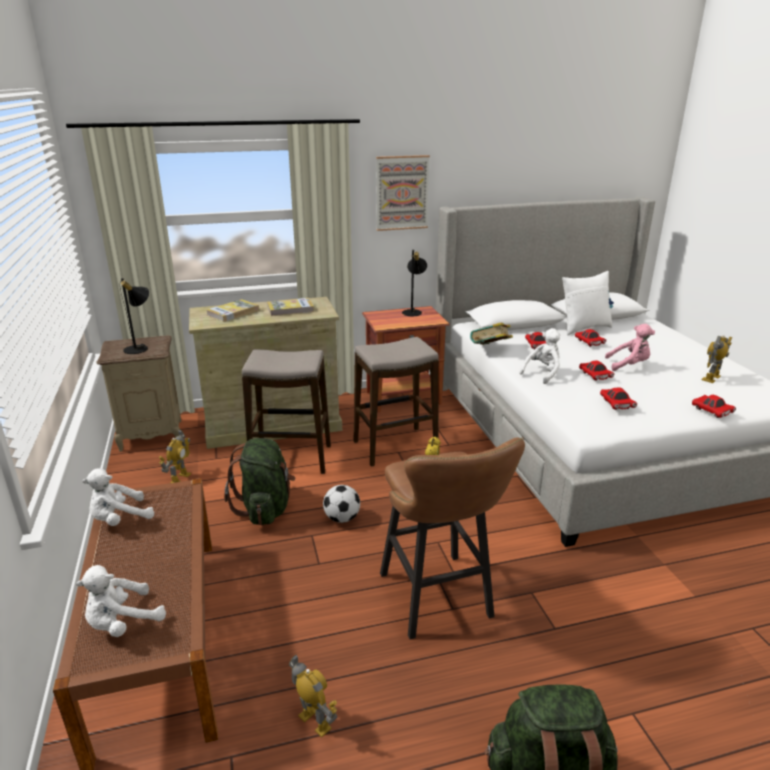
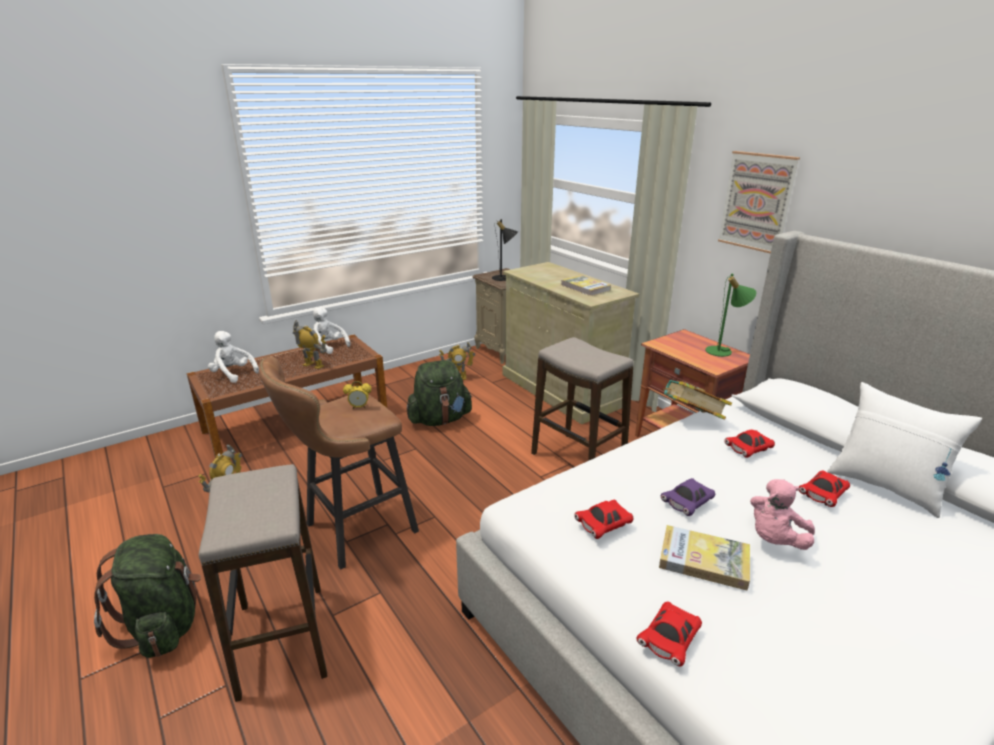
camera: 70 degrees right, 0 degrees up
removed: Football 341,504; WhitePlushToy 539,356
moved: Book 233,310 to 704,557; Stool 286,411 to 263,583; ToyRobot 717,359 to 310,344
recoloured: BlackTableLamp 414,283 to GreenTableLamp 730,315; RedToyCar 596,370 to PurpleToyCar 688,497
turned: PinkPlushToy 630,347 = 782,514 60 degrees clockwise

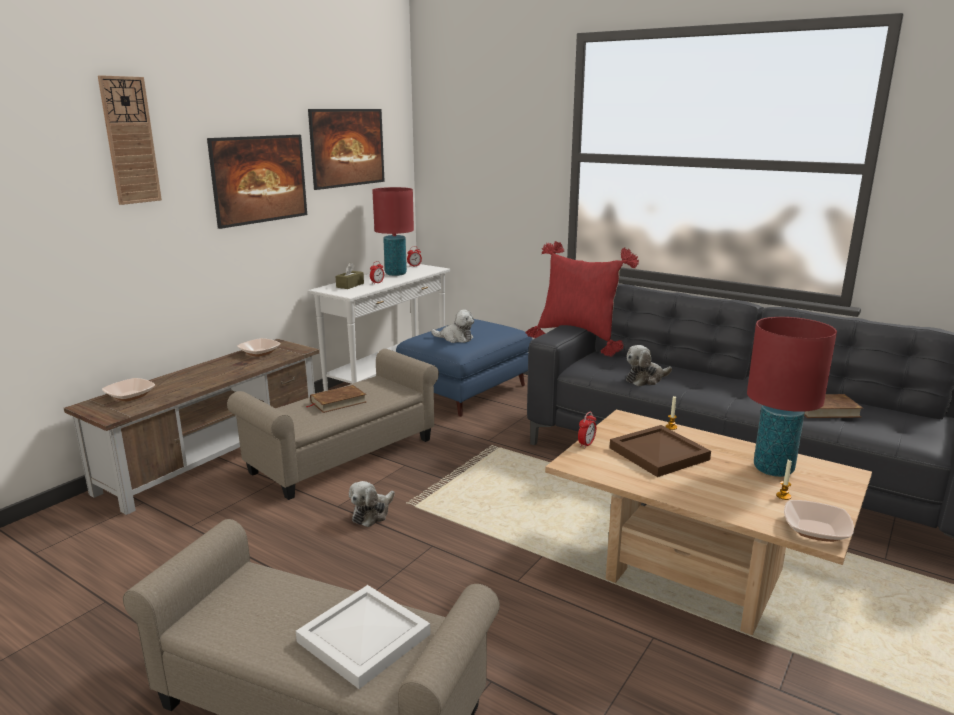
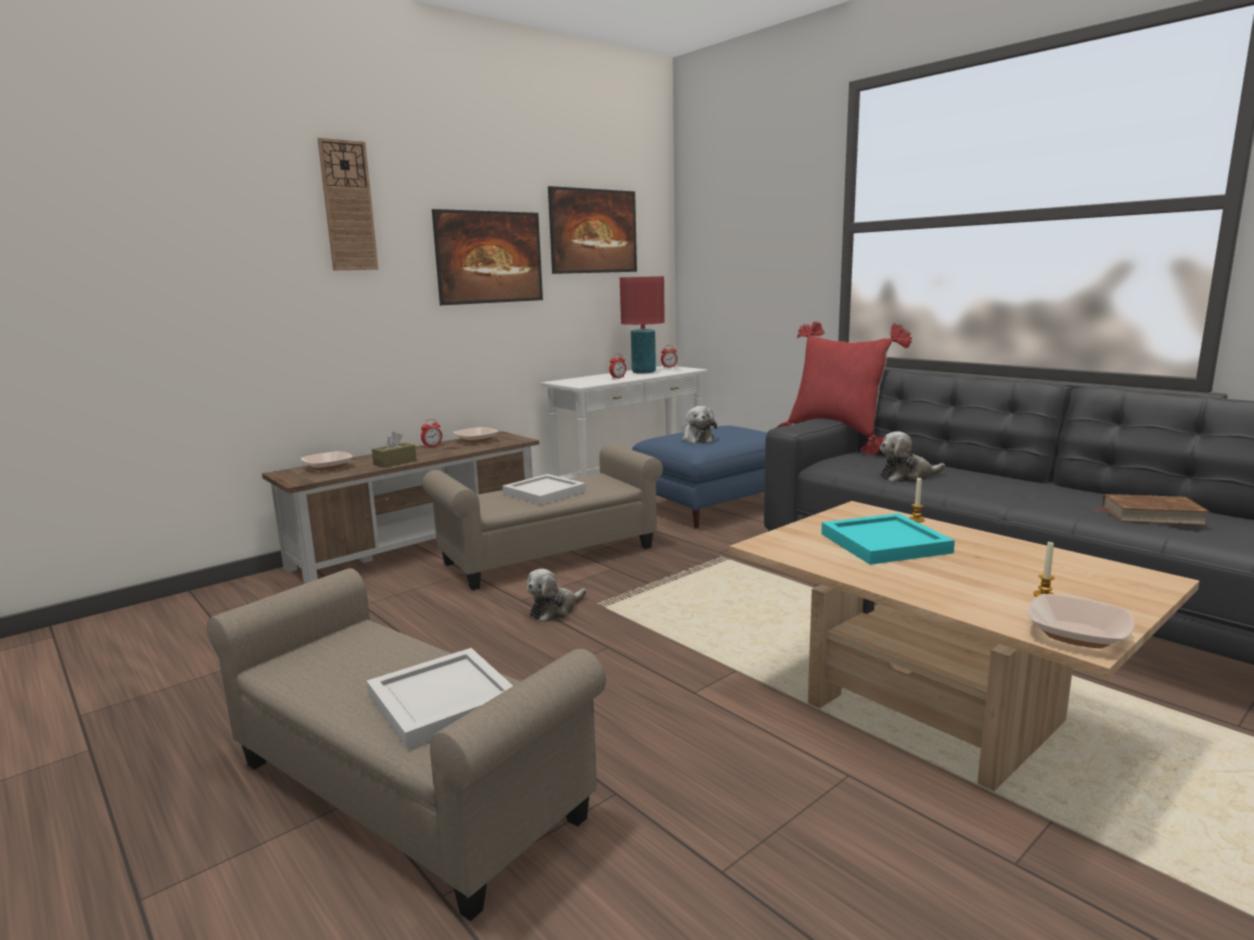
camera: 15 degrees right, 5 degrees down
removed: RedTableLamp 792,397
moved: BrownTissueBox 349,276 to 394,450; AlarmClock 587,430 to 431,433
replaced: BrownBook 335,399 to WhiteTray 544,489
recoloured: BrownTray 660,451 to TurquoiseTray 888,539
turned: PlushToy 452,326 = 699,424 45 degrees clockwise

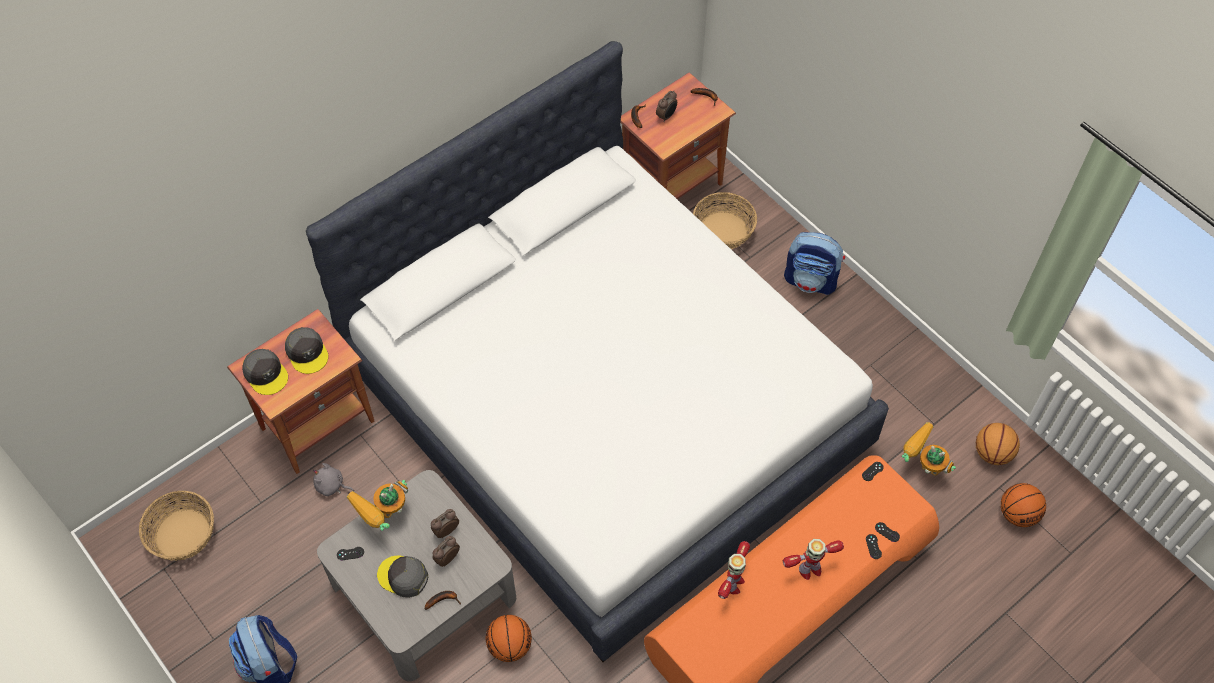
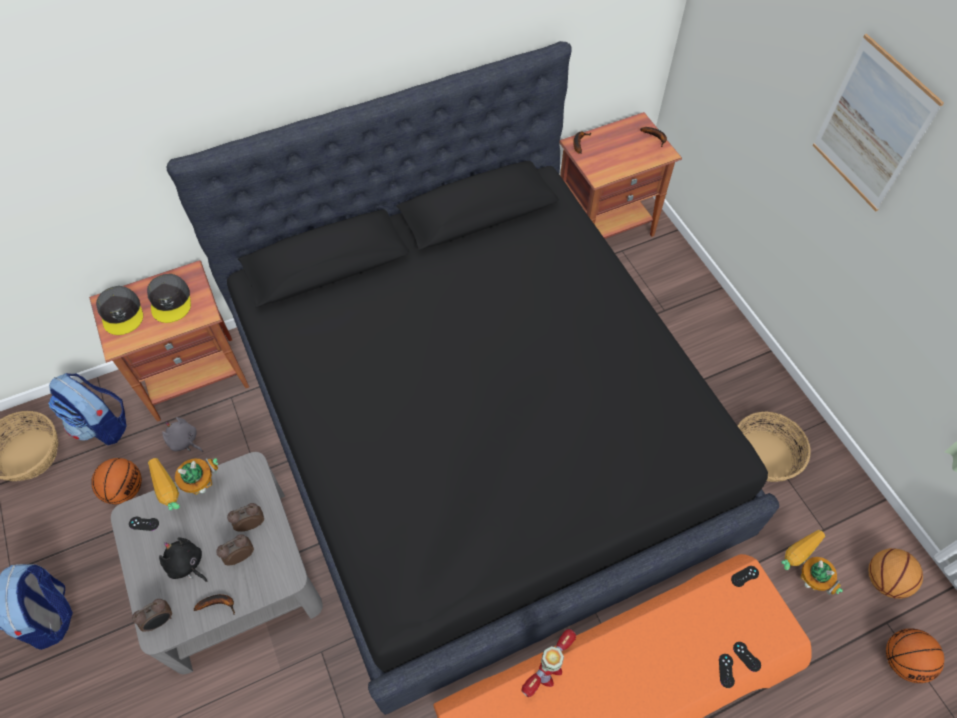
camera: 15 degrees right, 0 degrees up
removed: ToyRobot 813,559
added: Picture 878,122
moved: Basketball 509,638 to 116,481; AlarmClock 666,106 to 152,615; Basket 725,220 to 774,446; Backpack 814,263 to 87,409
replaced: GreyCap 402,577 to BlackPlushToy 183,559
recoloured: WhiteBed 597,351 to BlackBed 473,378

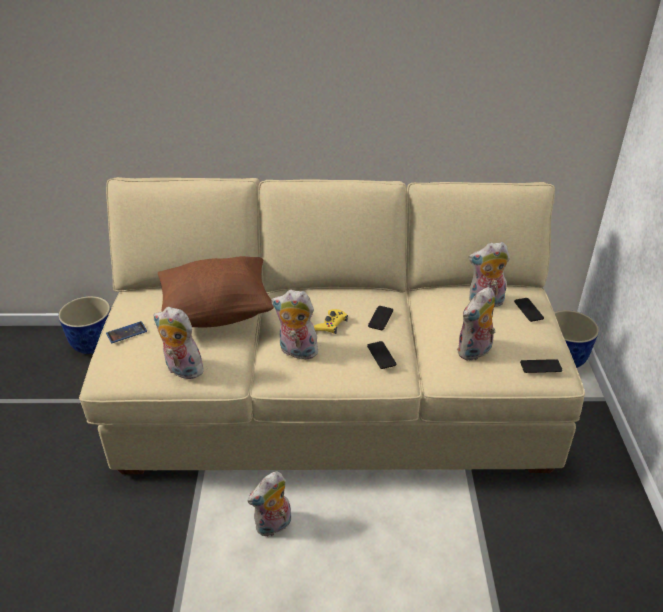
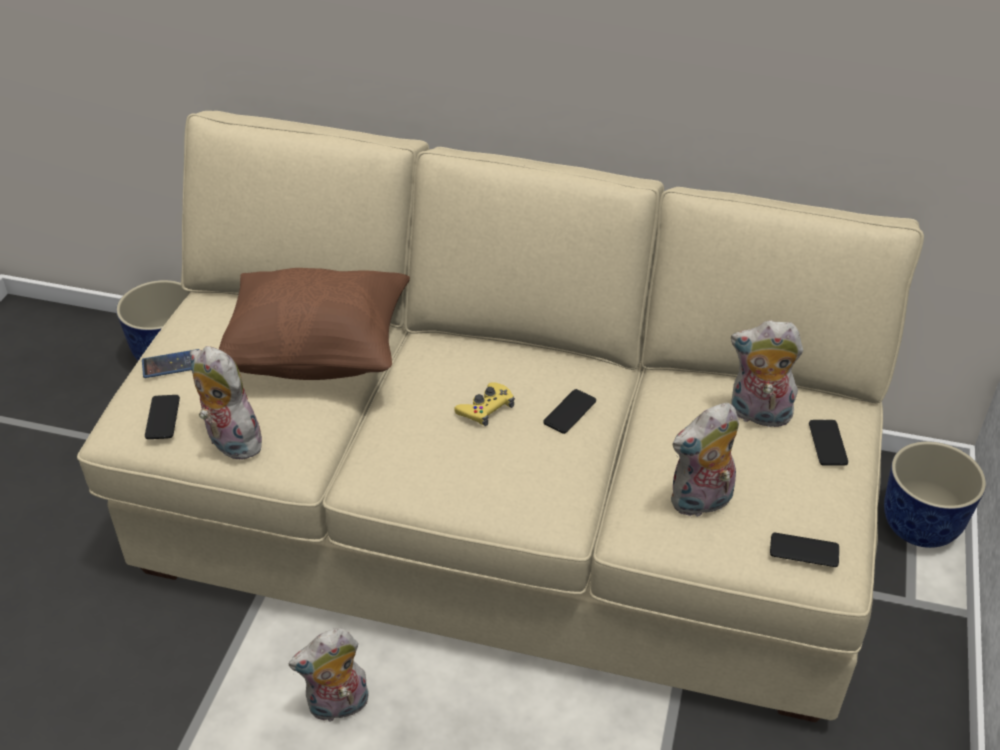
camera: 15 degrees right, 5 degrees up
removed: PlushToy 294,325
moved: Phone 381,355 to 162,417

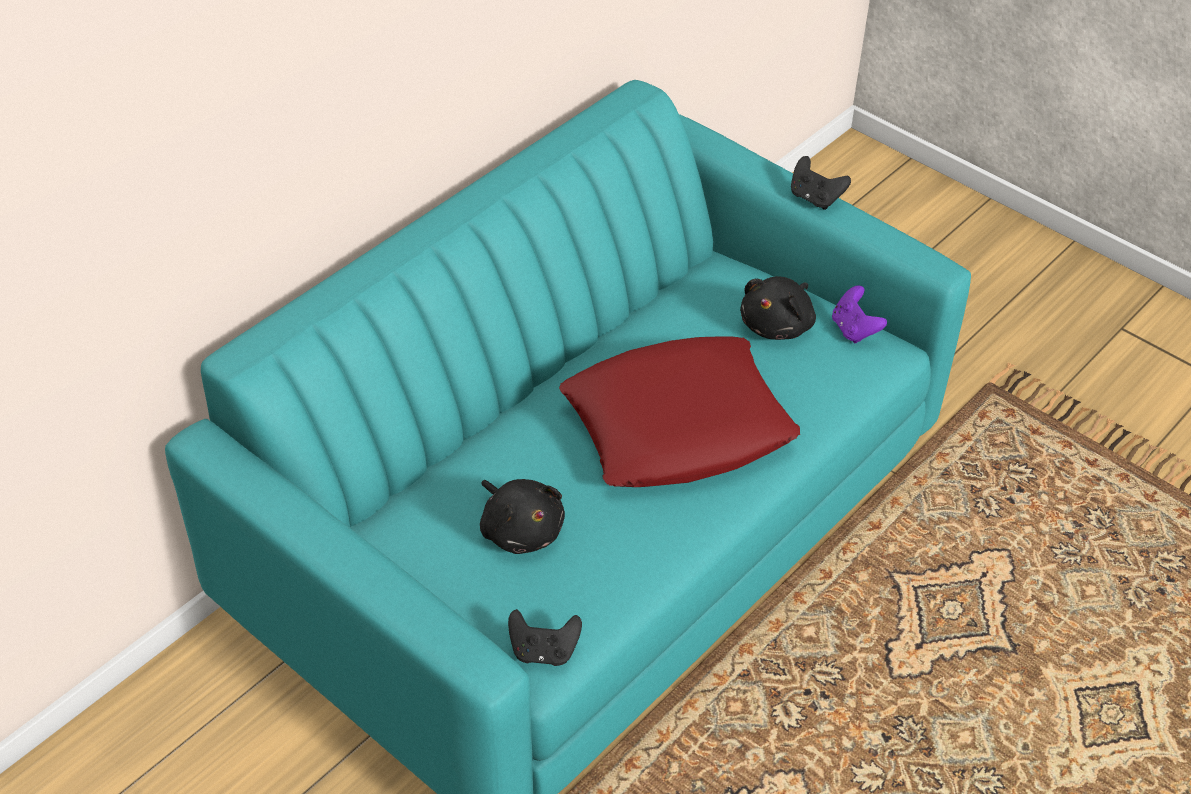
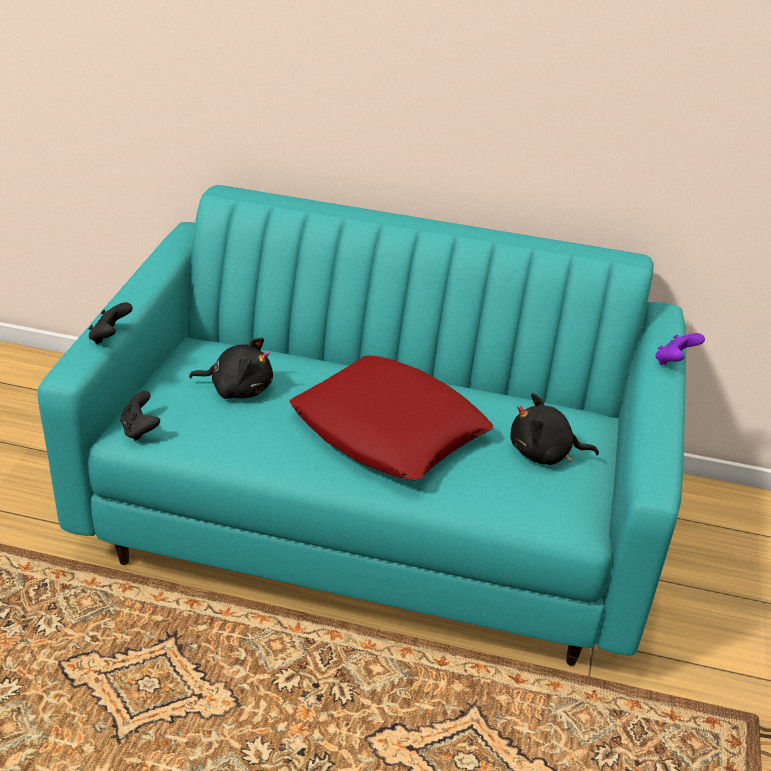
camera: 60 degrees right, 10 degrees down
moved: BlackGameController 821,183 to 110,323; PurpleGameController 859,314 to 680,349
turned: BlackPlushToy 522,516 = 231,368 105 degrees counterclockwise

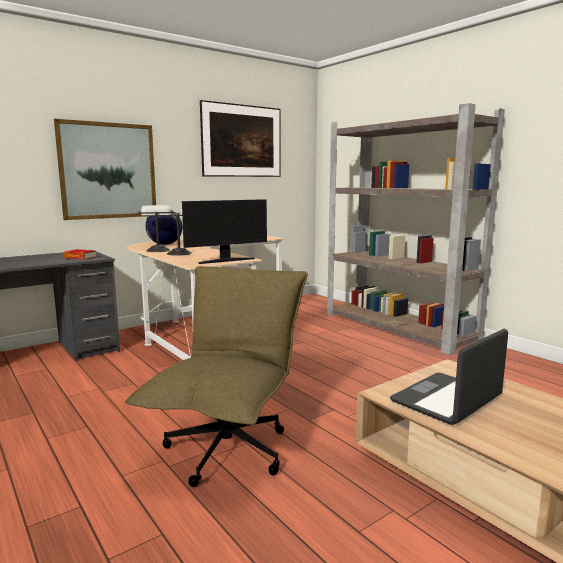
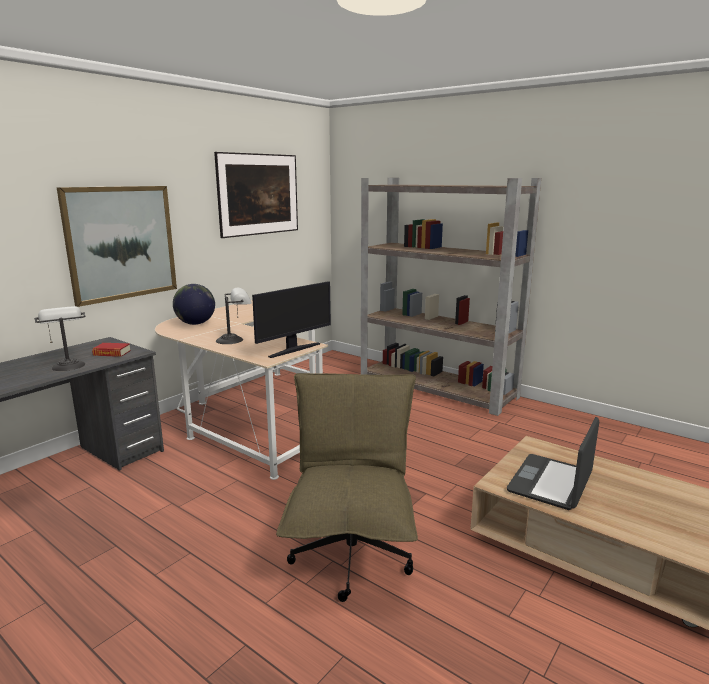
camera: 15 degrees left, 5 degrees up
moved: TableLamp 156,228 to 60,338

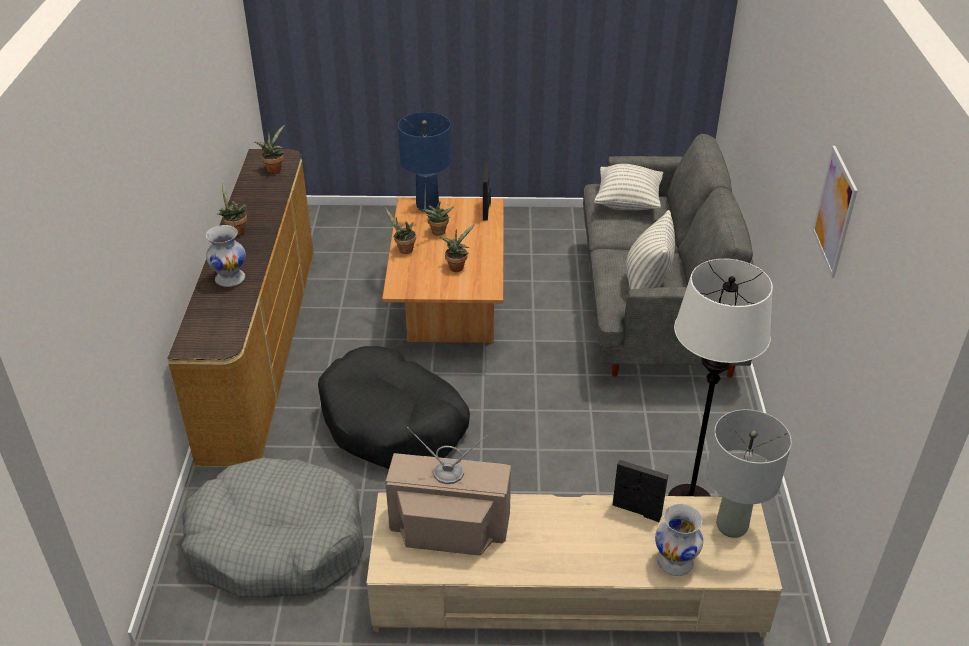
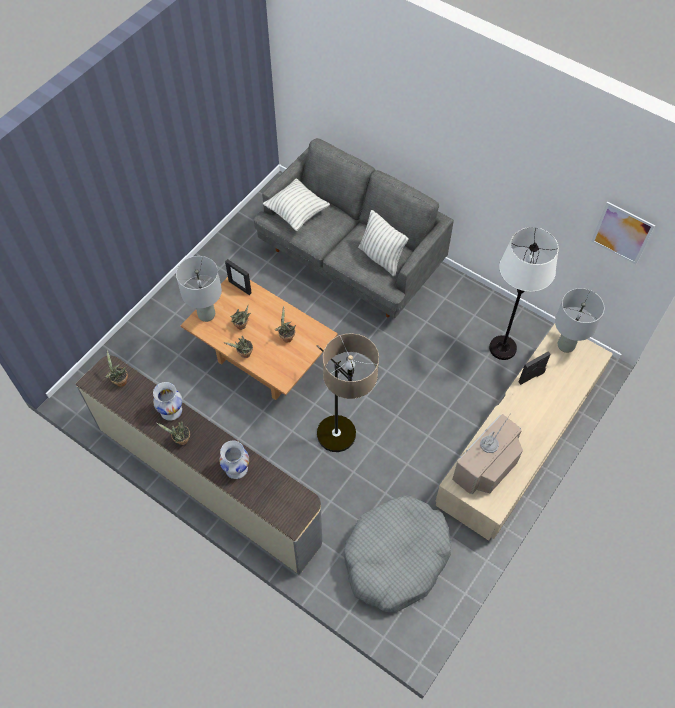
camera: 55 degrees left, 20 degrees up
moved: WhiteVase 679,540 to 167,401; Picture 835,212 to 623,232
replaced: BlackDogBed 394,407 to FloorLamp 348,392
recoloured: BrownCabinet 240,308 to GreyCabinet 199,465; BlueTableLamp 424,162 to GreyTableLamp 199,289

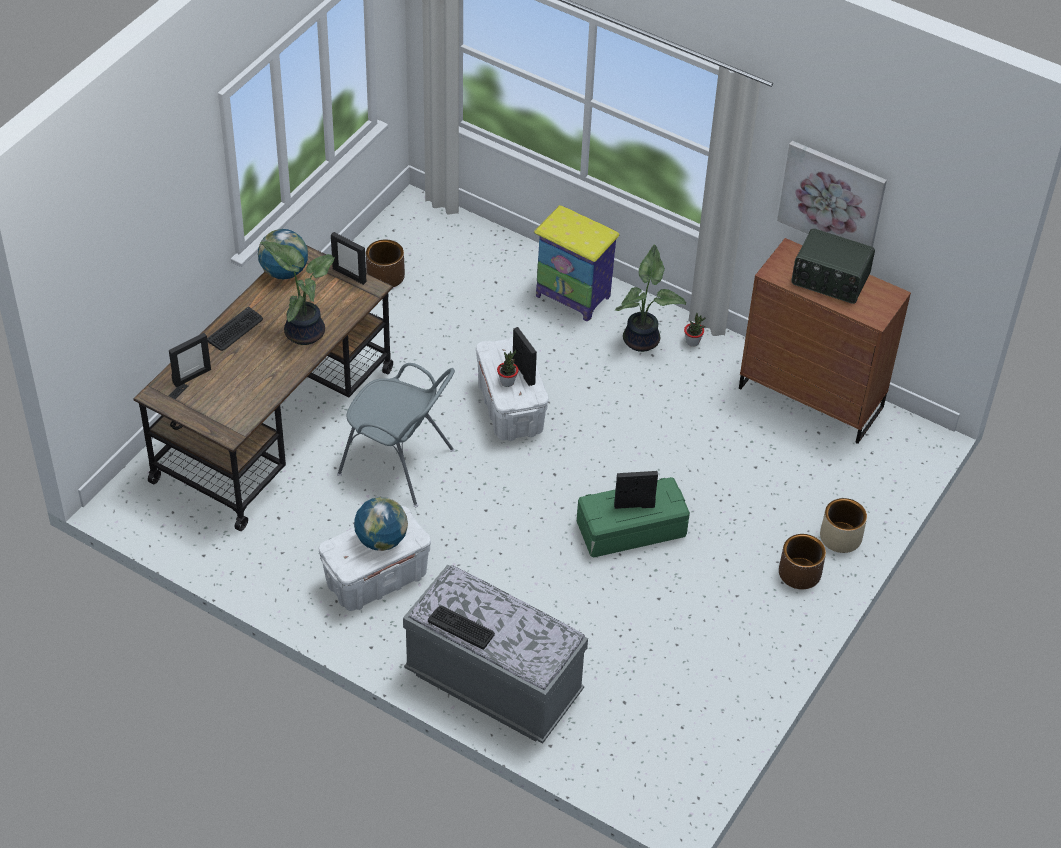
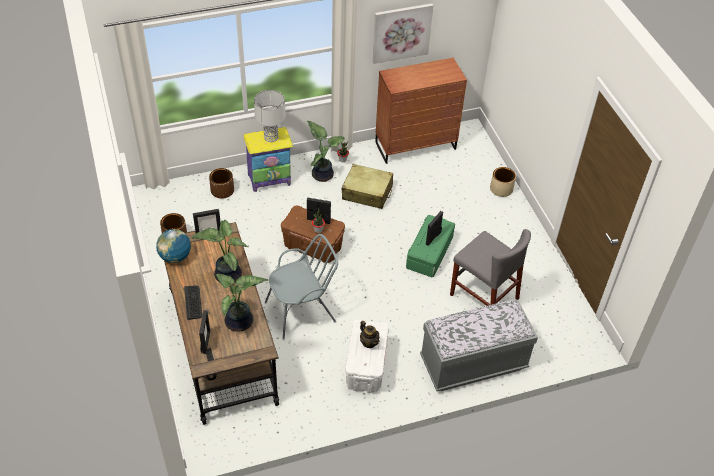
camera: 50 degrees left, 0 degrees up
removed: Keyboard 461,628; Radio 833,266
added: PottedPlant 242,303; WhiteTableLamp 270,116; BeigeSuitcase 367,186; GreyChair 490,267
moved: BrownPlanter 802,561 to 221,183
replaced: Globe 381,524 to Teapot 369,334
recoloured: WhiteStorageBox 512,389 to BrownStorageBox 313,234

